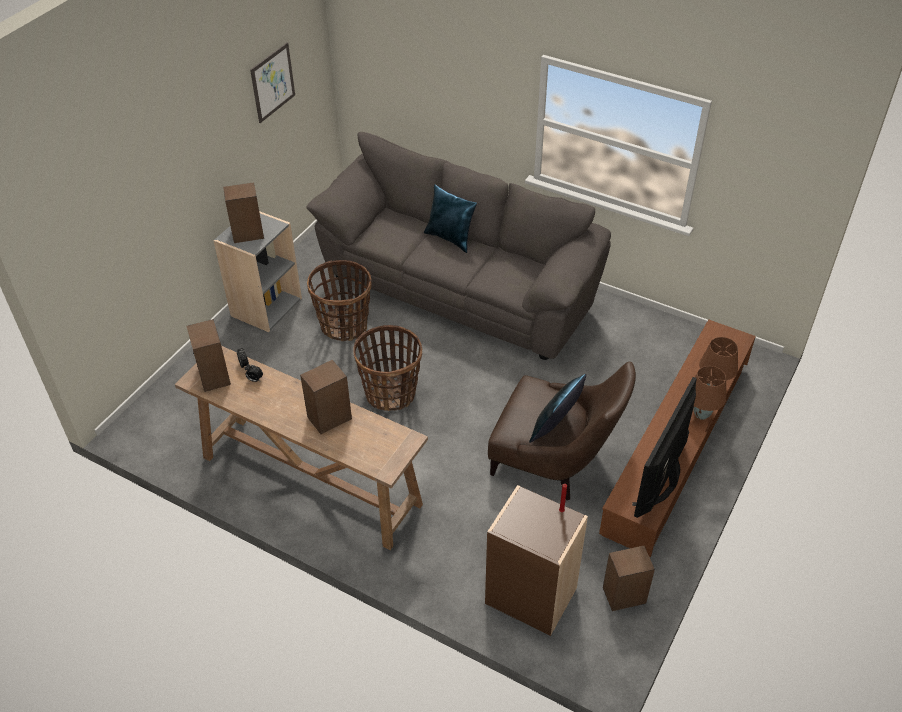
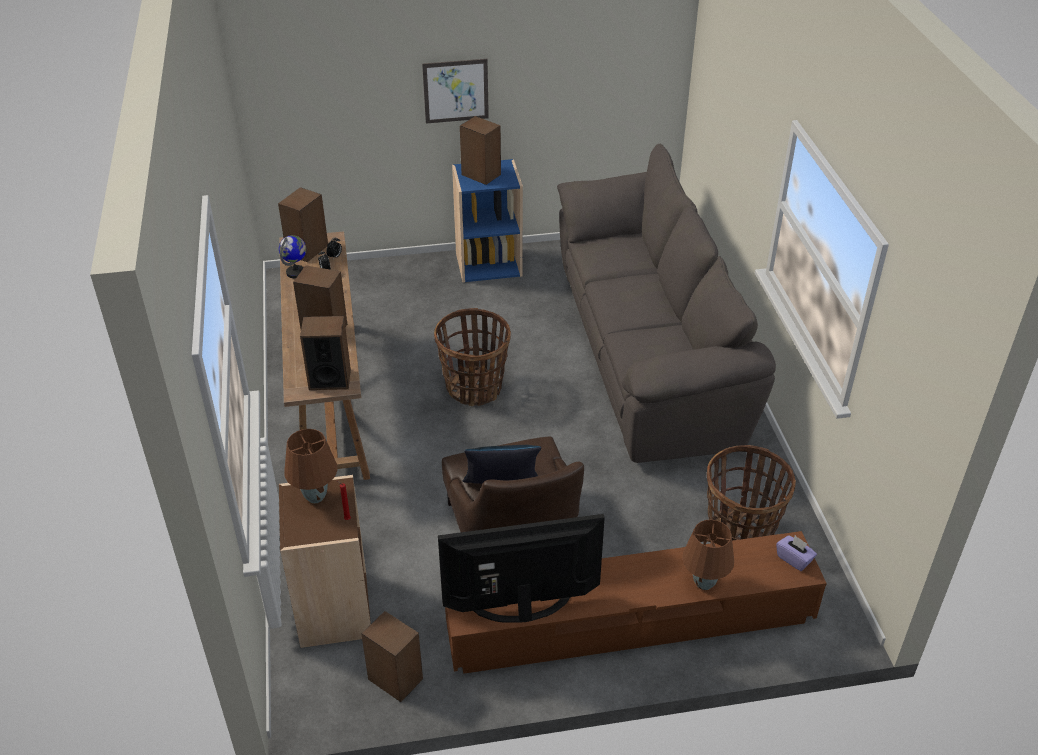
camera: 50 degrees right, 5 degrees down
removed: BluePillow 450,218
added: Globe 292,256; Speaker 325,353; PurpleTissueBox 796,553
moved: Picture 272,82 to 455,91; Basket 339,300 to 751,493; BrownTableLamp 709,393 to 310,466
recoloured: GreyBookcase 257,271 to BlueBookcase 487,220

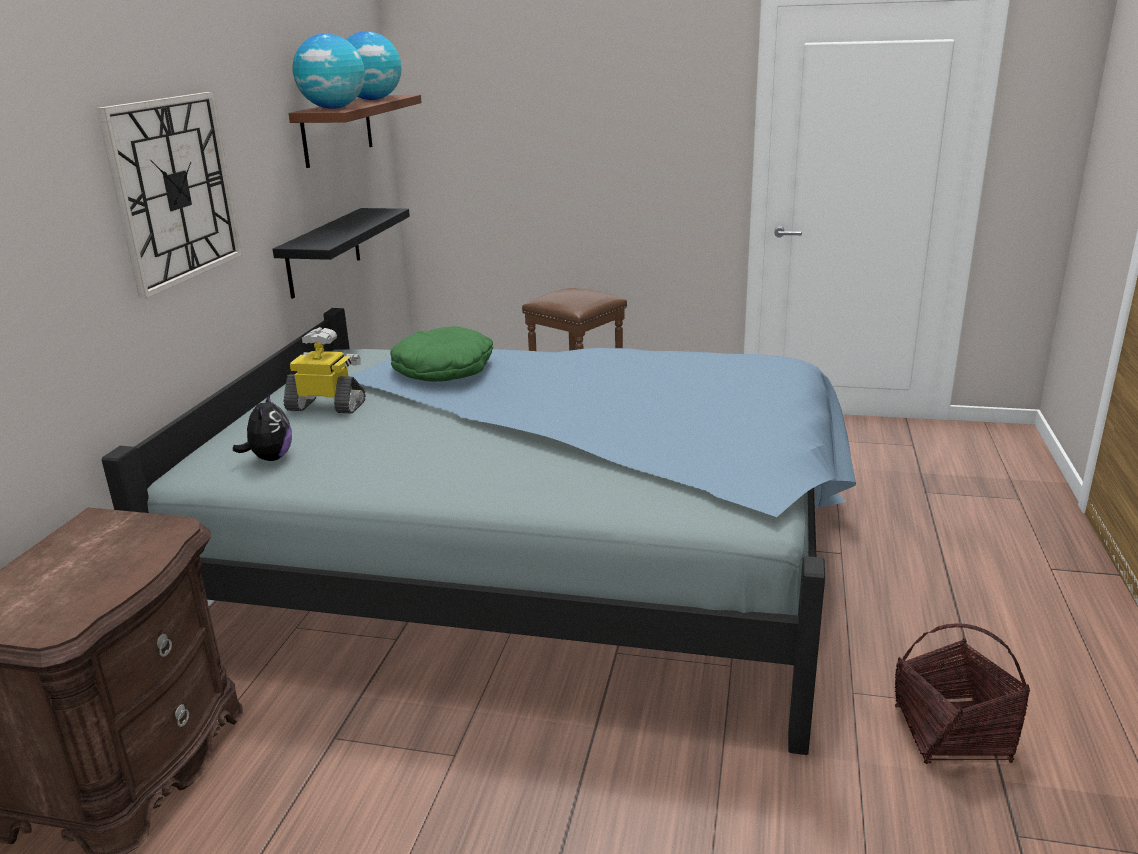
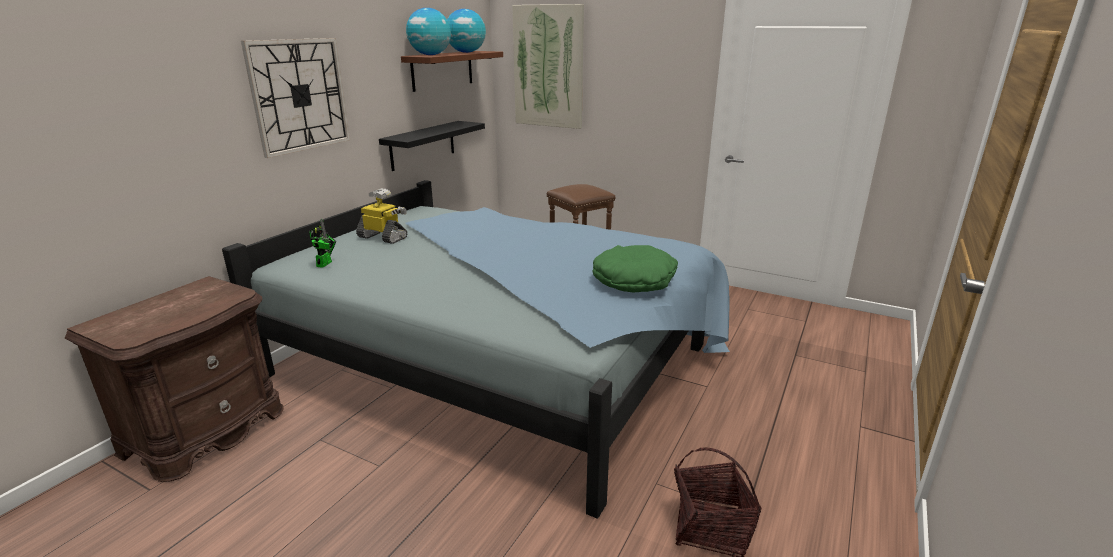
camera: 15 degrees right, 0 degrees up
added: Picture 548,66
moved: GreenPillow 441,354 to 635,268
replaced: PlushToy 262,426 to ToyRobot 322,243

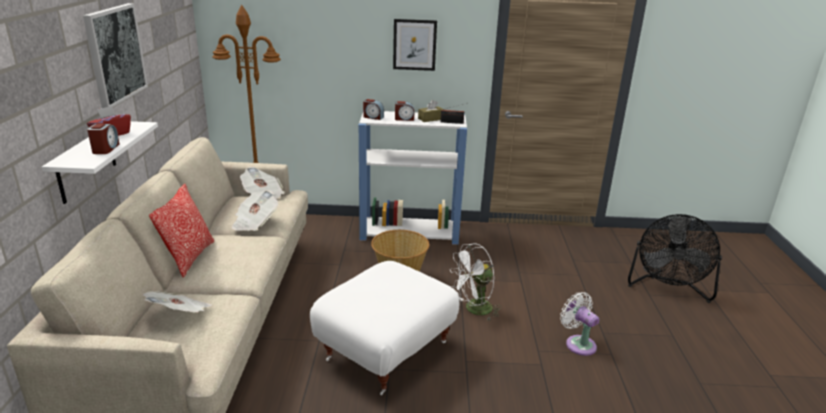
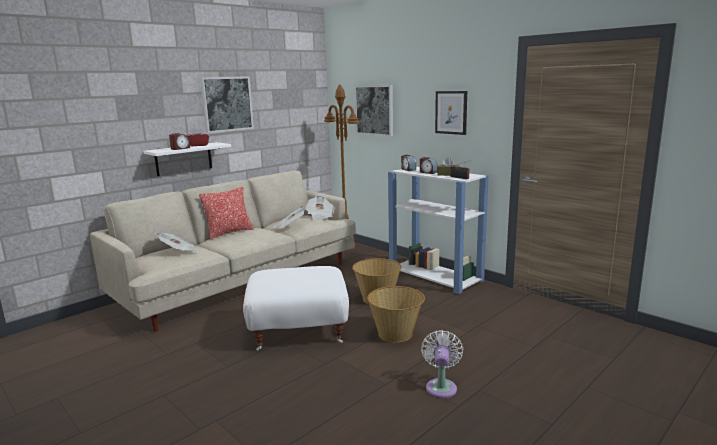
camera: 45 degrees right, 10 degrees down
removed: BlackFan 675,258
added: Picture 374,110
replaced: WhiteFan 476,282 to Basket 396,314

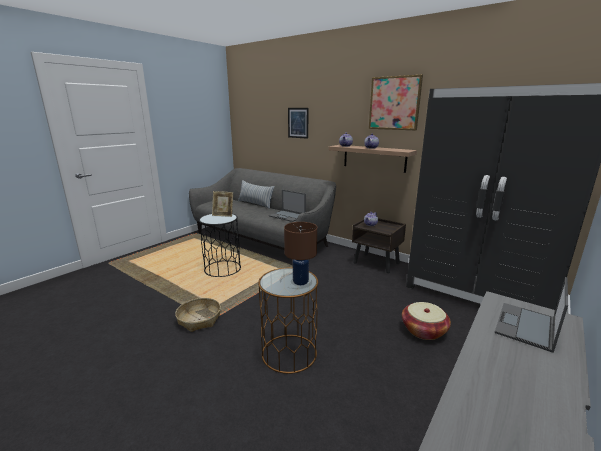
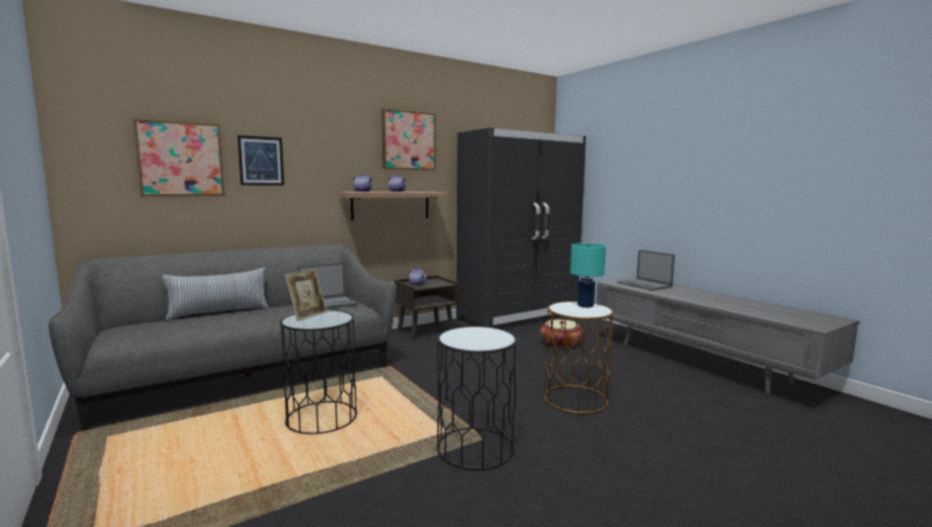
camera: 70 degrees left, 10 degrees down
added: Picture 179,157
replaced: Basket 198,315 to BlackSideTable 477,398
recoloured: BrownTableLamp 300,253 to TurquoiseTableLamp 588,275

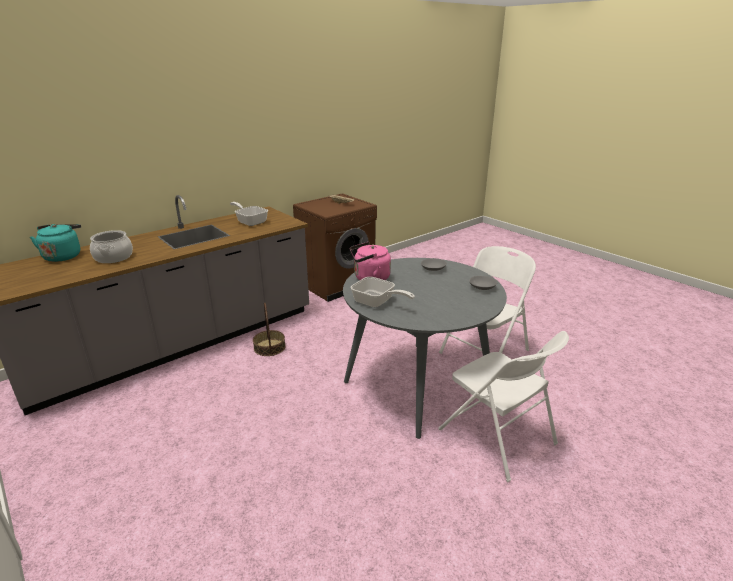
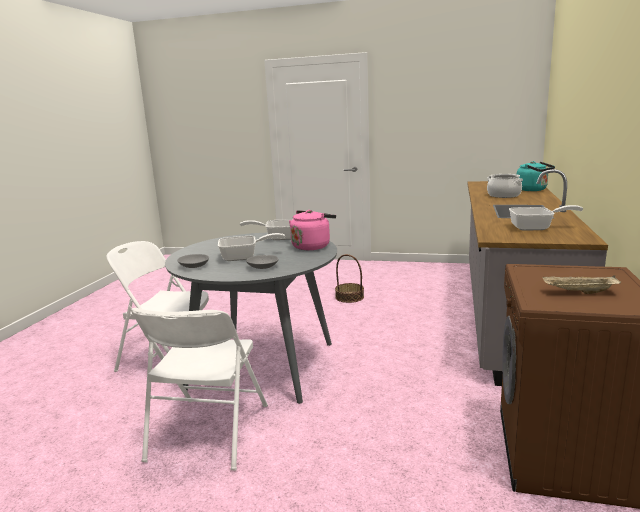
camera: 145 degrees right, 10 degrees down
added: FryingPan 251,247
moved: Basket 269,329 to 349,278

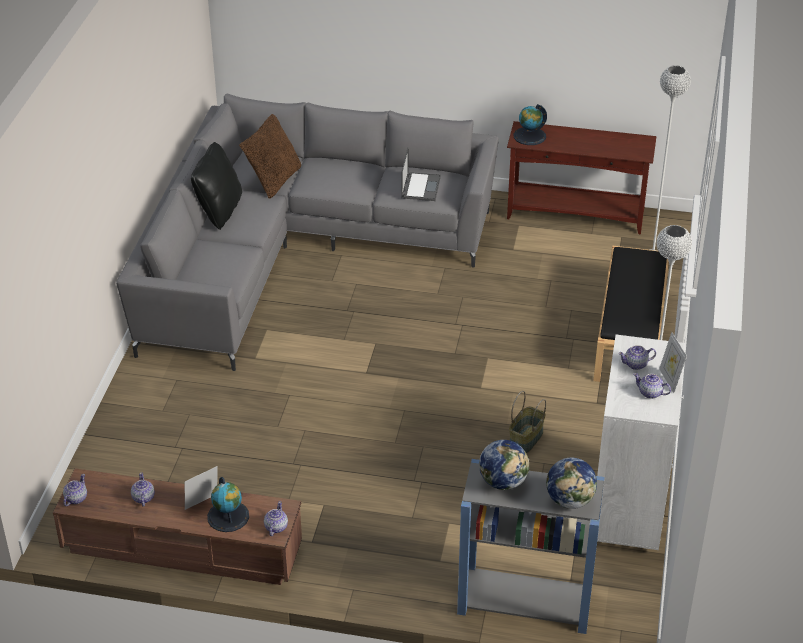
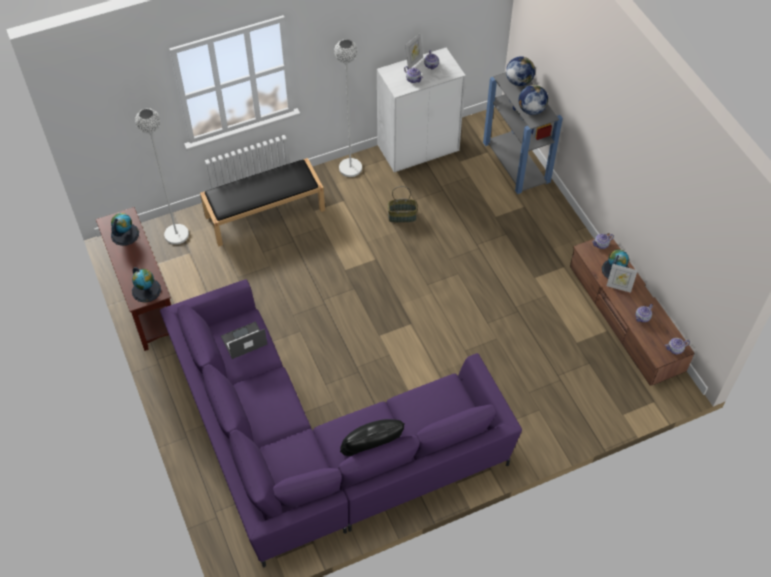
camera: 125 degrees left, 15 degrees up
removed: BrownPillow 270,156
added: Globe 125,229
recoloured: GreySofa 307,232 to PurpleSofa 341,423

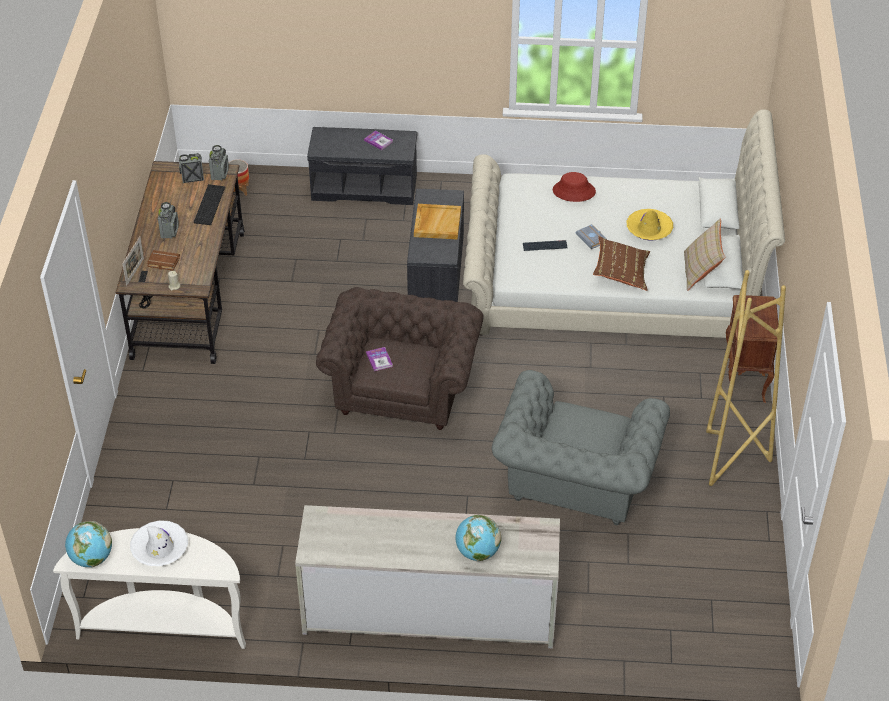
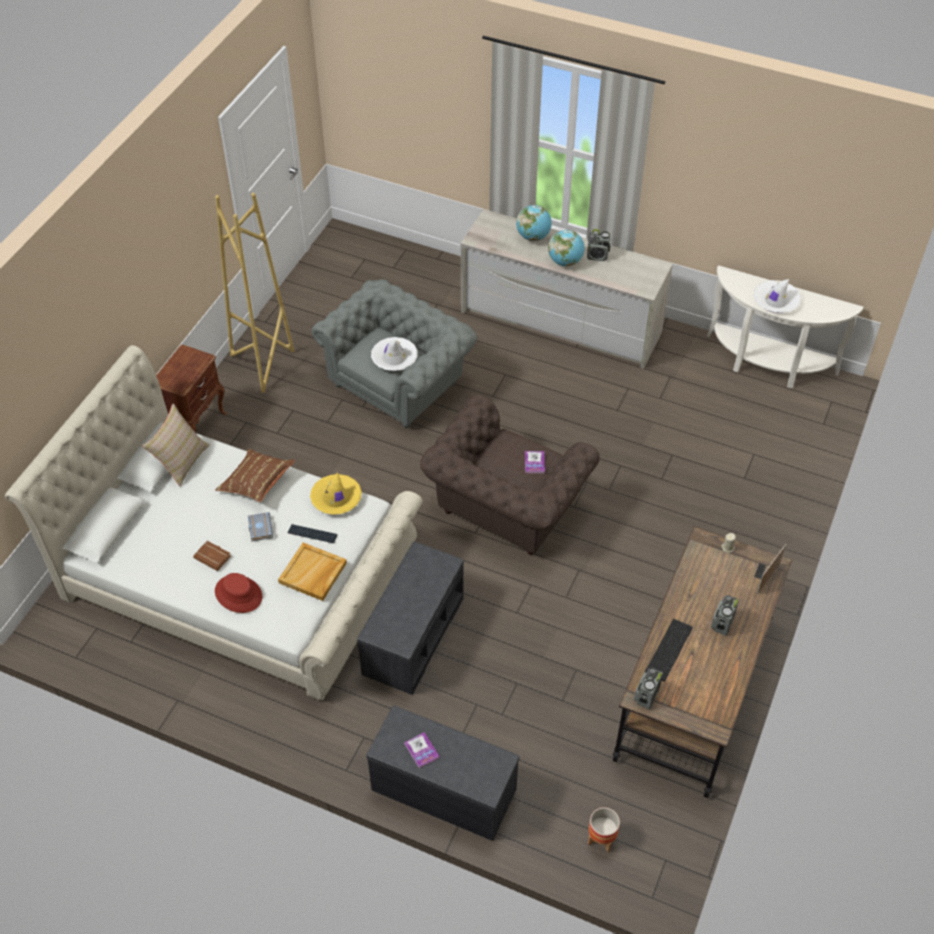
camera: 160 degrees left, 5 degrees up
added: WhiteHat 394,354
moved: Globe 88,544 to 566,248; BrownBook 163,260 to 212,556; Radio 191,168 to 599,245; BeigeTray 437,222 to 312,572; YellowHat 650,225 to 336,493

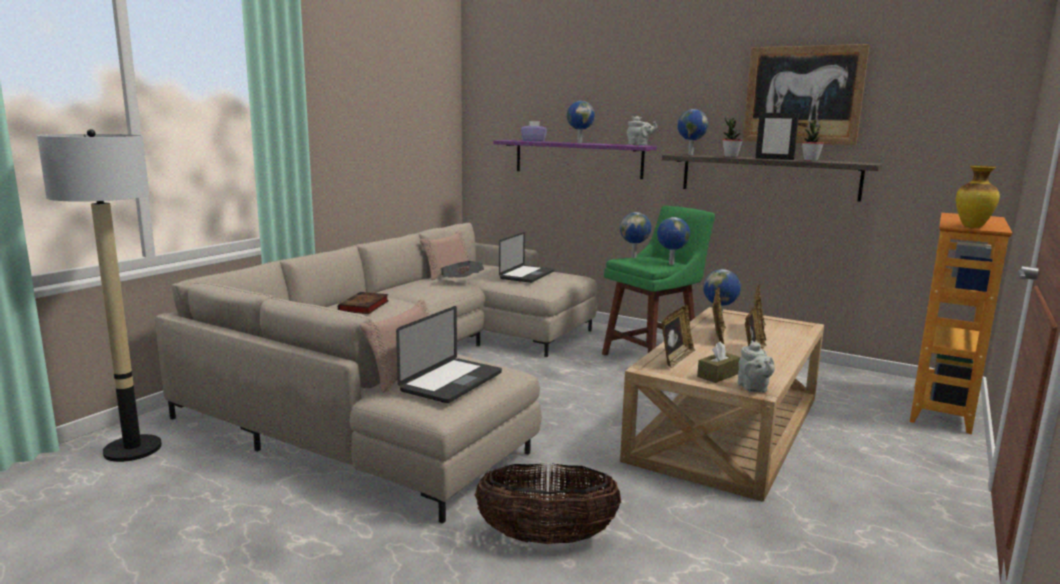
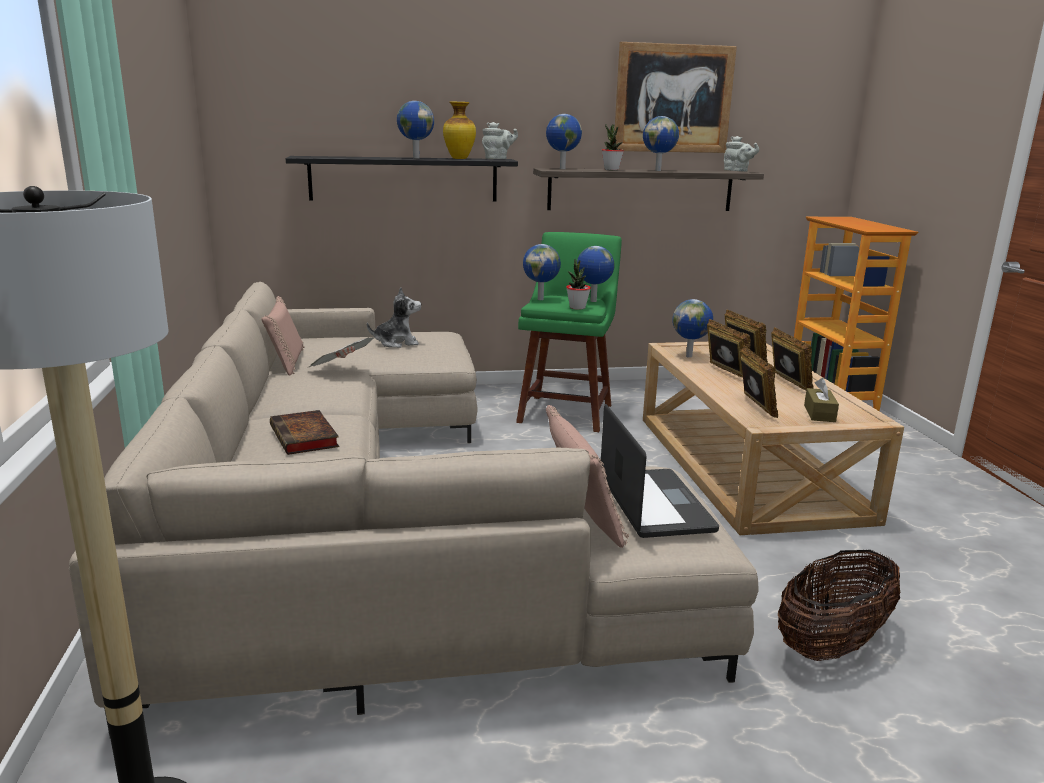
camera: 40 degrees left, 5 degrees up
removed: PurpleTissueBox 534,131
moved: GreyTeapot 756,366 to 741,154; PottedPlant 813,140 to 578,284; Vase 978,196 to 459,130
replaced: Laptop 527,257 to PlushToy 394,317; PictureFrame 777,136 to Globe 661,143
recoloured: PurpleShelf 575,159 to BlackShelf 402,179

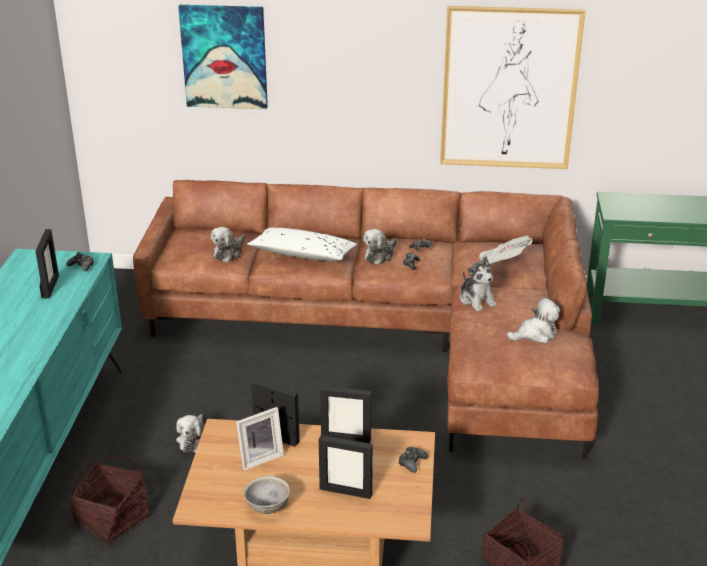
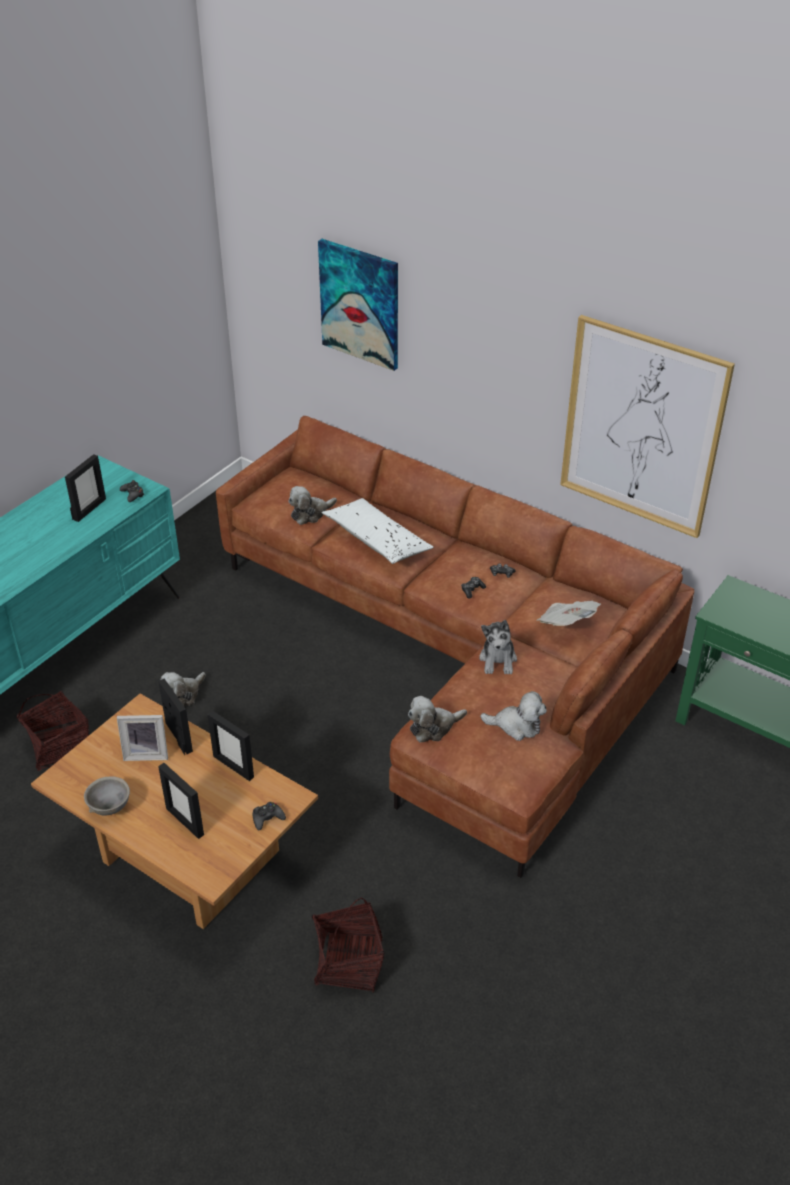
camera: 30 degrees right, 10 degrees up
moved: PlushToy 380,247 to 437,719

